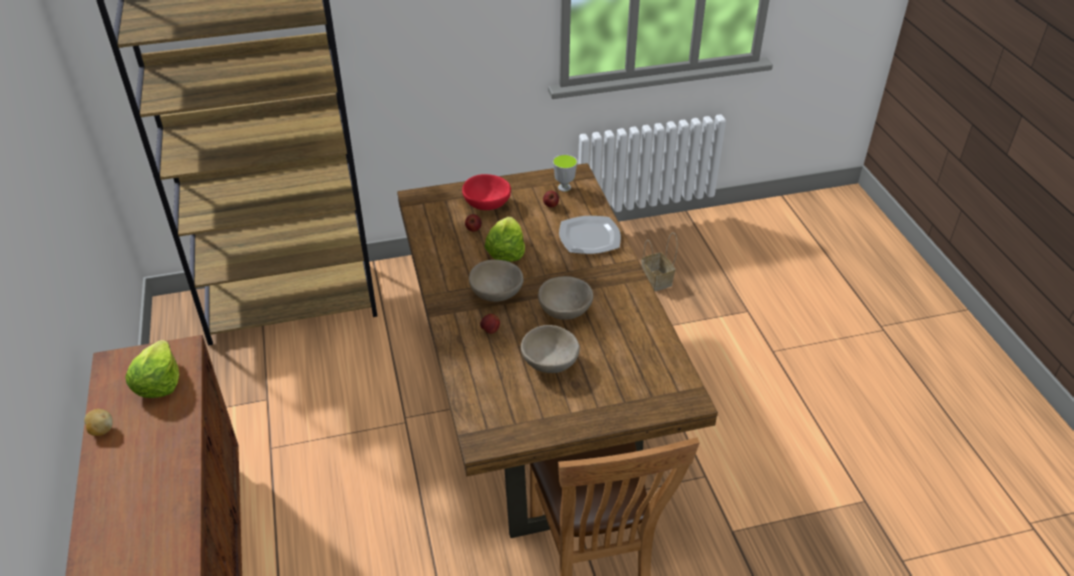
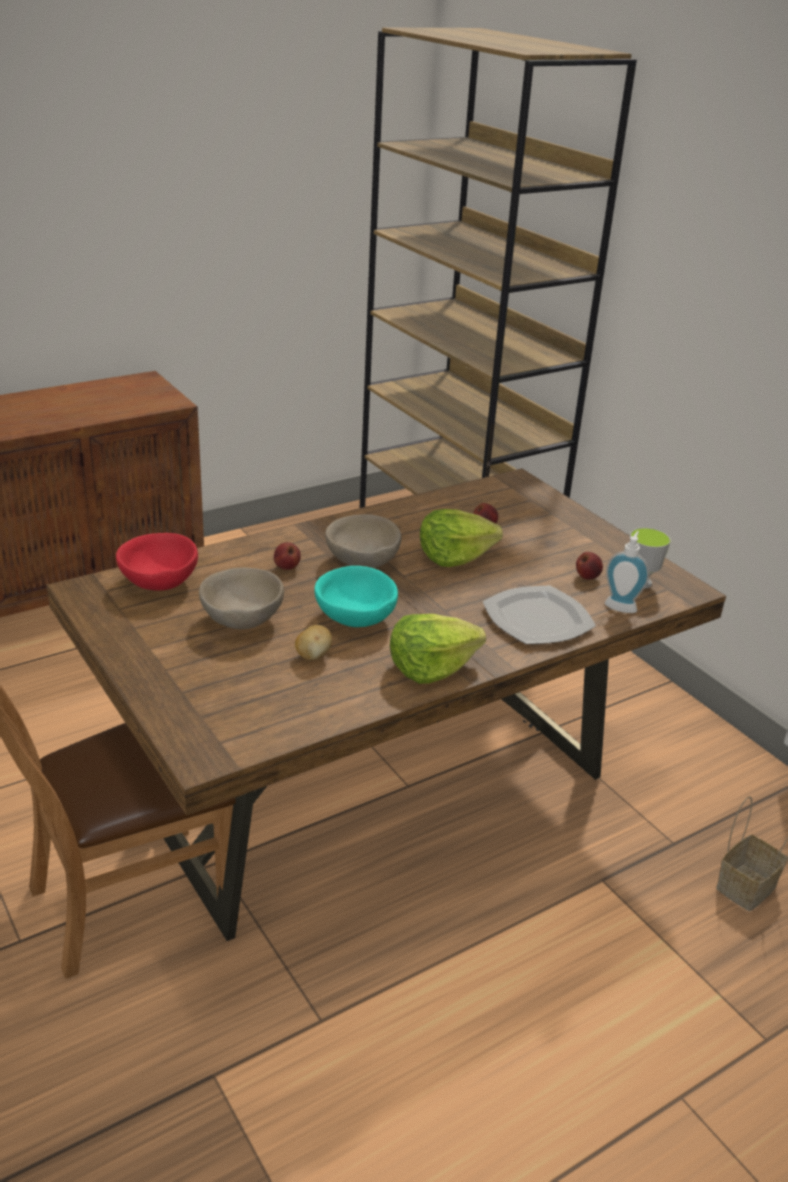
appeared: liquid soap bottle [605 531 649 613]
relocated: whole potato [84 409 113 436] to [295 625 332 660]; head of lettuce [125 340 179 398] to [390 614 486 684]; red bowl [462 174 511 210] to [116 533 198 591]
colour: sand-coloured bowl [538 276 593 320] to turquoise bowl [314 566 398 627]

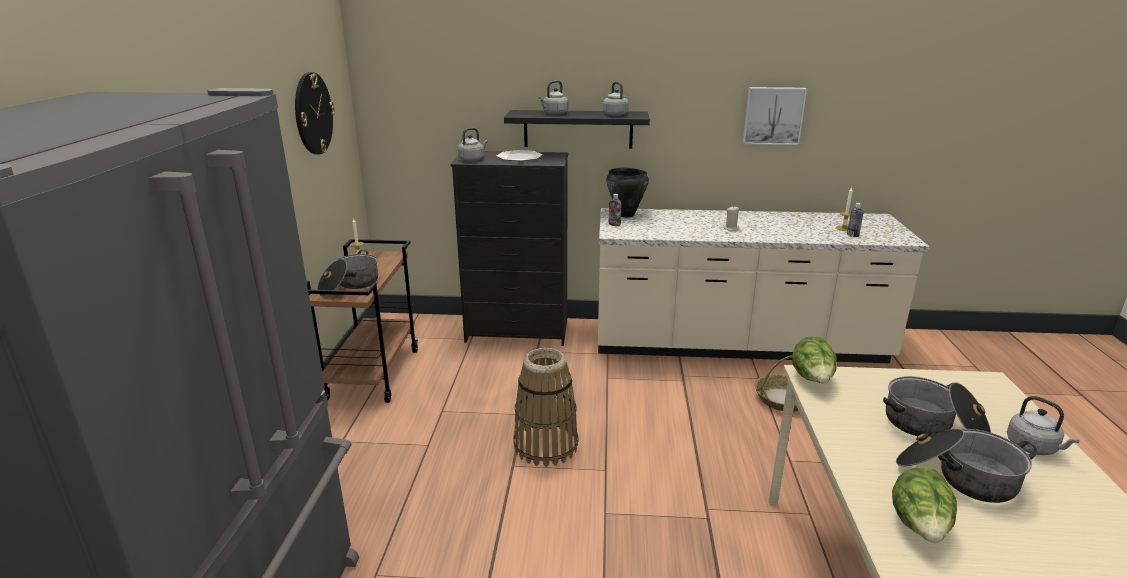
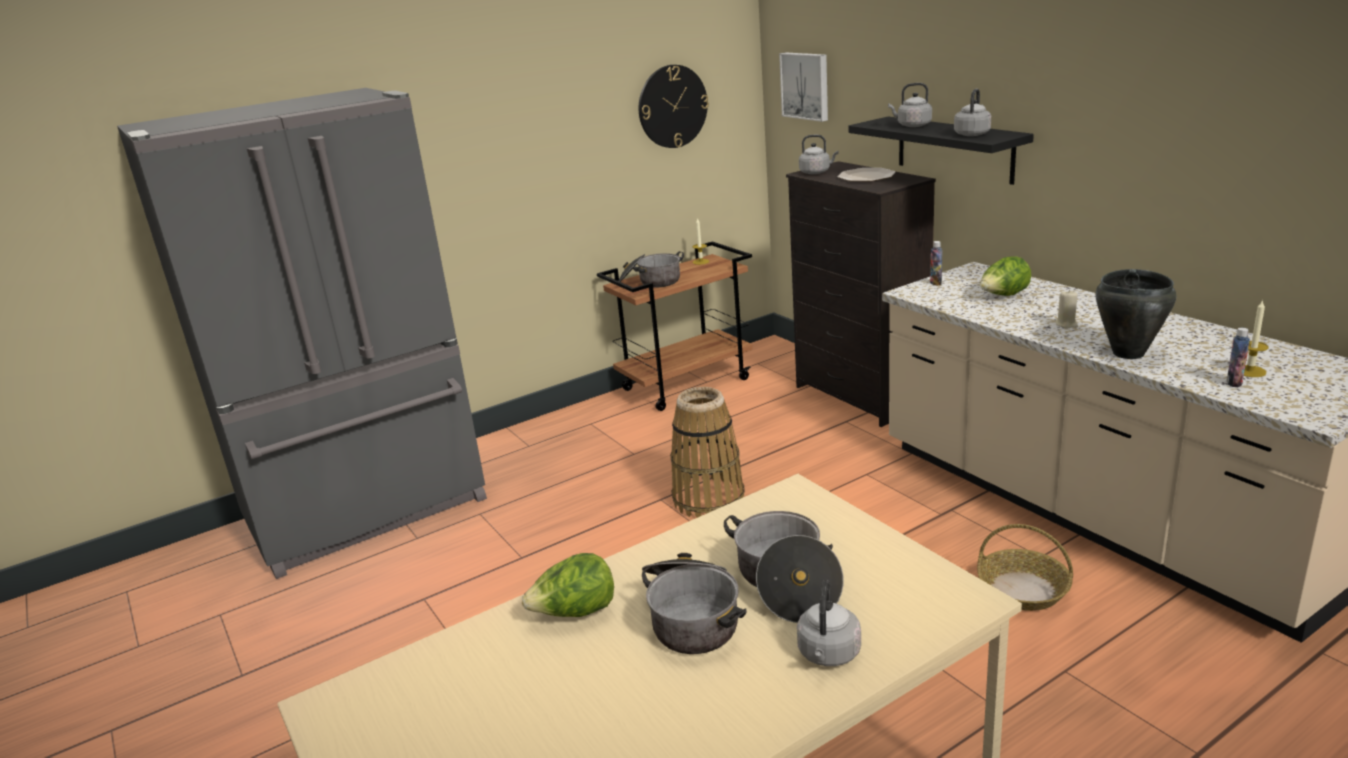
relocated: blackish saucepot [606 168 649 218] to [1095 269 1176 359]; wall picture [743 87 807 145] to [779 52 828 122]; head of lettuce [792 336 837 383] to [980 256 1031 296]

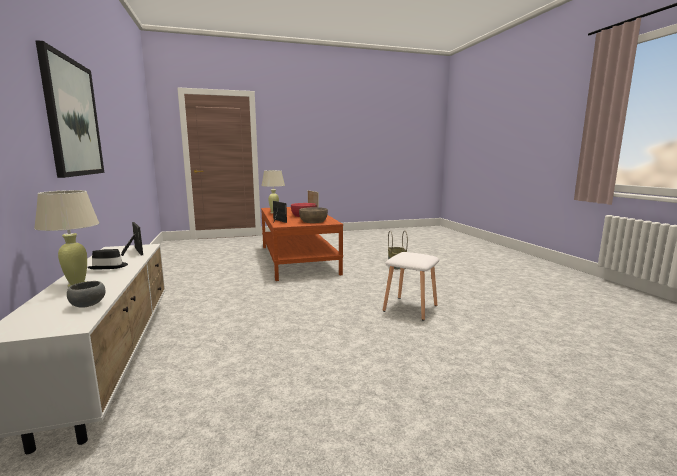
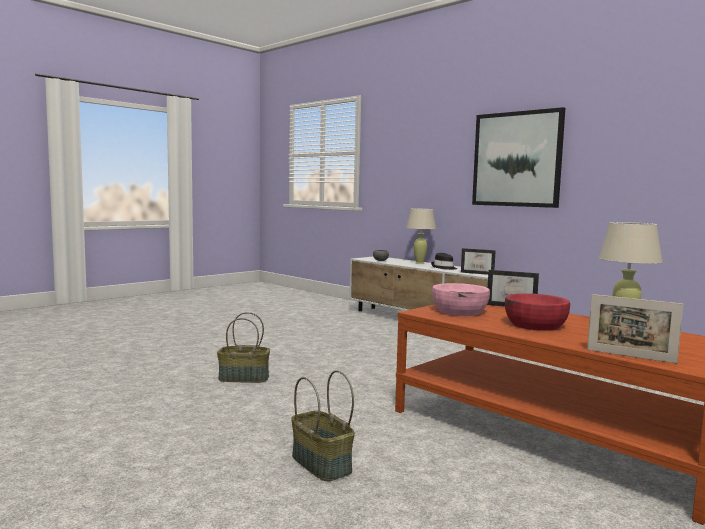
exchanged: white stool [383 252 439 321] to storage basket [217 312 270 383]
colour: brown bowl [299 207 328 223] to pink-coloured bowl [432 283 490 316]

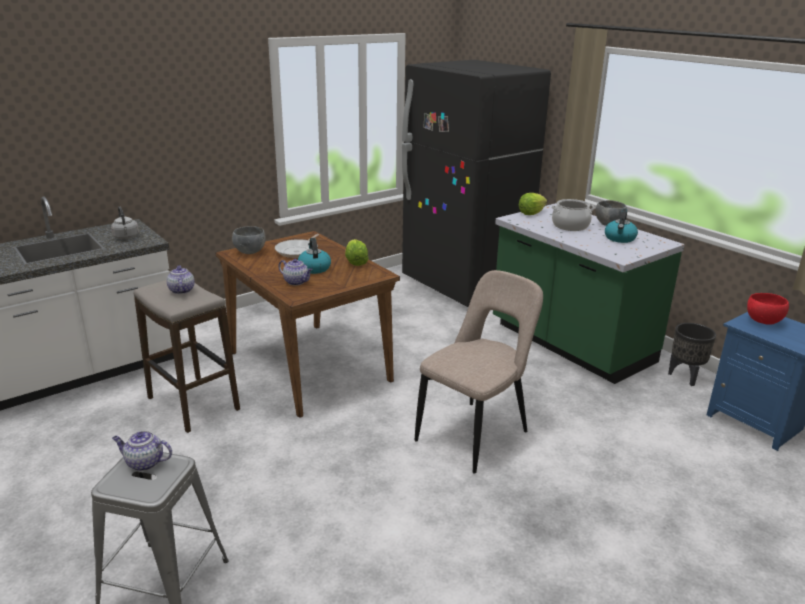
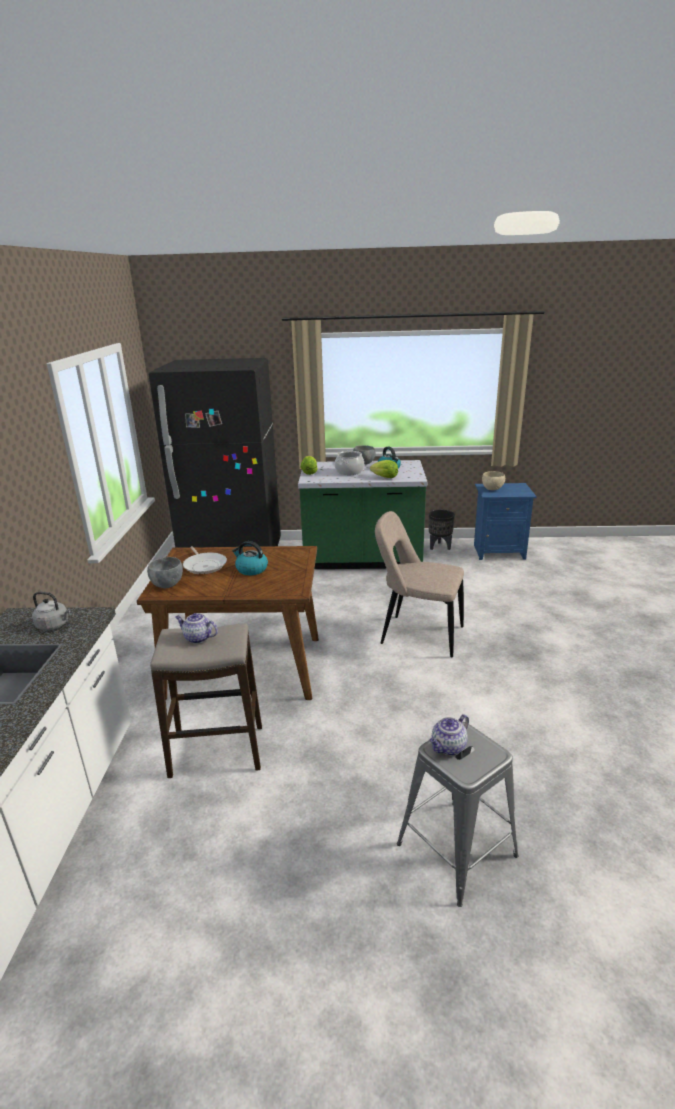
missing: tea pot [278 259 313 286]
relocated: head of lettuce [345 239 369 266] to [370 460 398 478]
colour: red bowl [747 293 789 325] to sand-coloured bowl [482 471 505 490]
spun: sand-coloured upright chair [414 270 543 474] = [375 511 464 657] 60 degrees counterclockwise

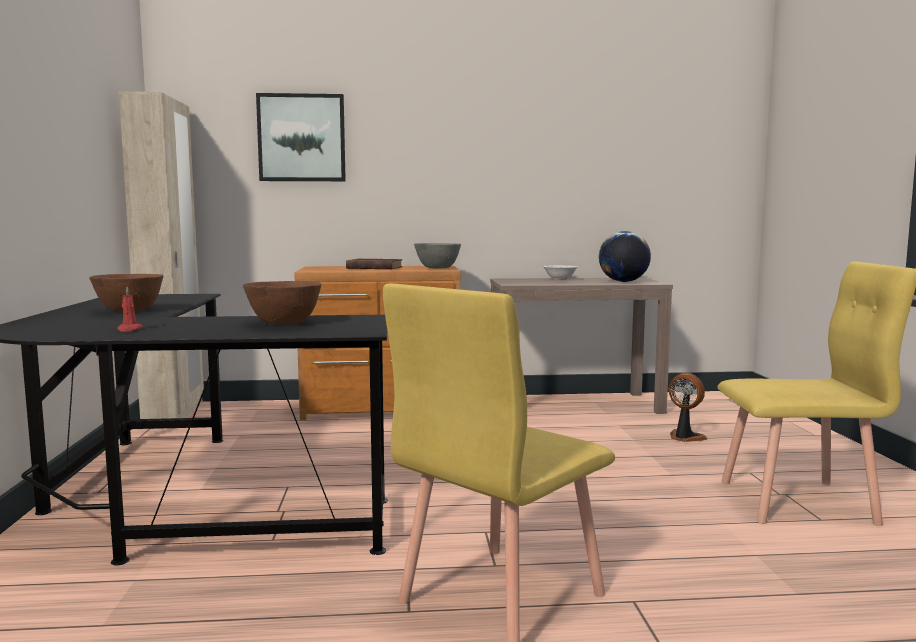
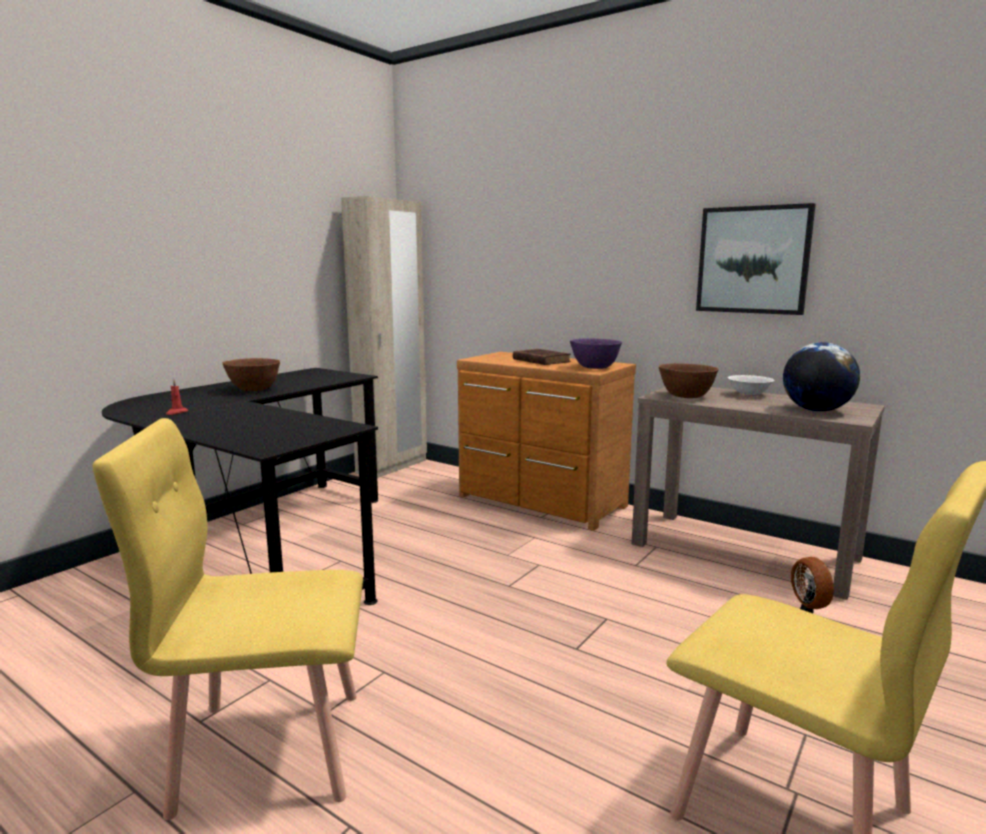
relocated: brown bowl [243 281 322 324] to [659 363 719 398]; wall picture [256 93 346 181] to [696 203 815 315]
colour: gray bowl [414 243 461 269] to purple bowl [570 338 622 369]

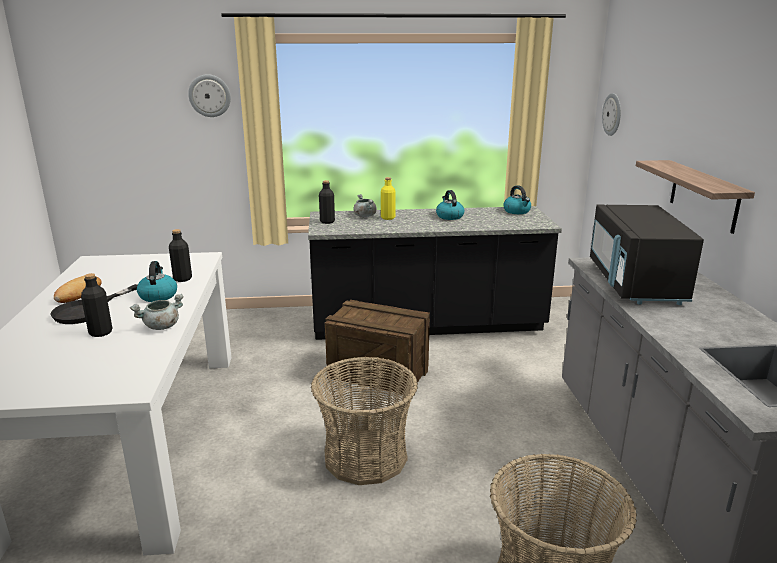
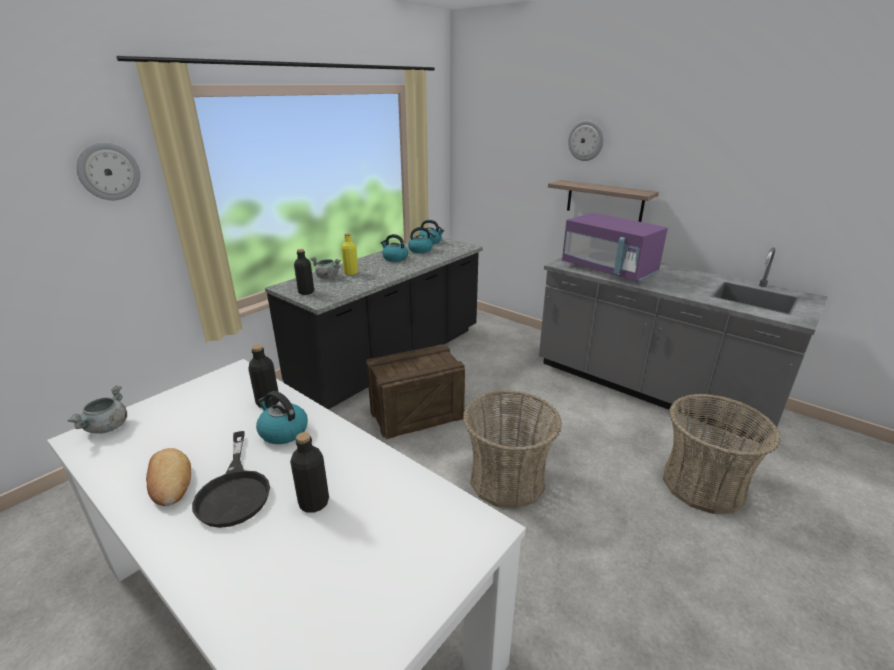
appeared: kettle [408 227 436 253]
relocated: gray saucepot [130 294 184 330] to [67 385 127 434]; hanging clock [602 93 621 136] to [568 120 604 161]
colour: blackish microwave oven [590 204 704 305] to purple microwave oven [562 213 668 282]

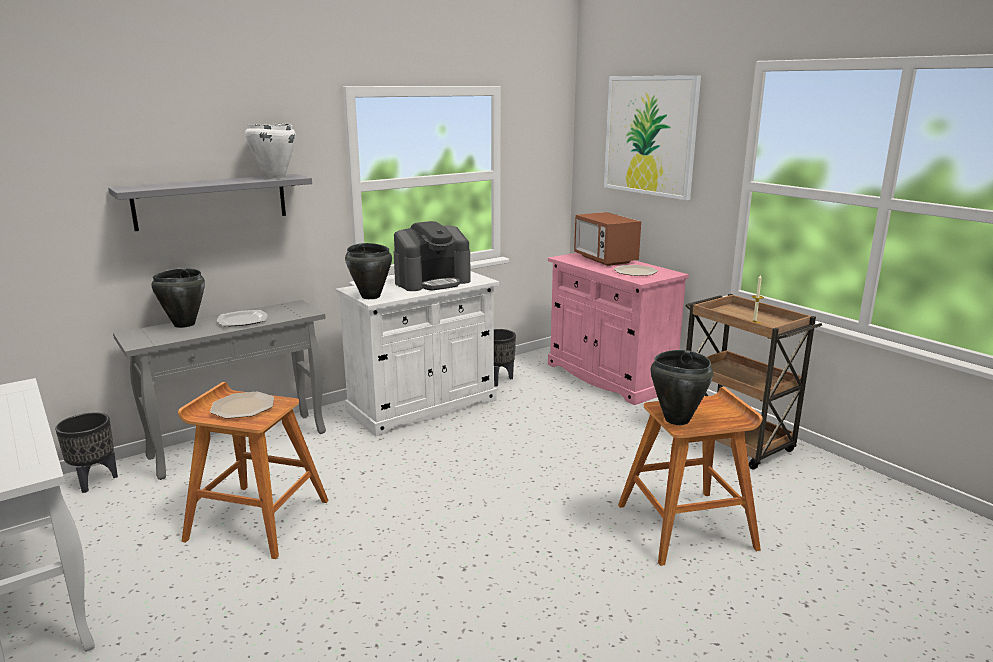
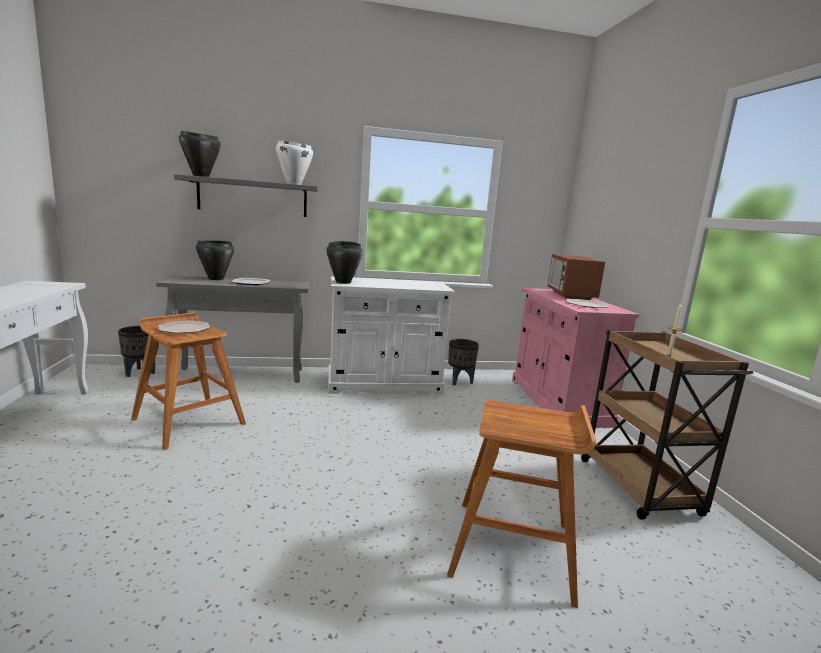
missing: coffee machine [394 221 471 291]; wall picture [604 75 701 200]
relocated: blackish saucepot [651 350 713 425] to [179 131 221 177]

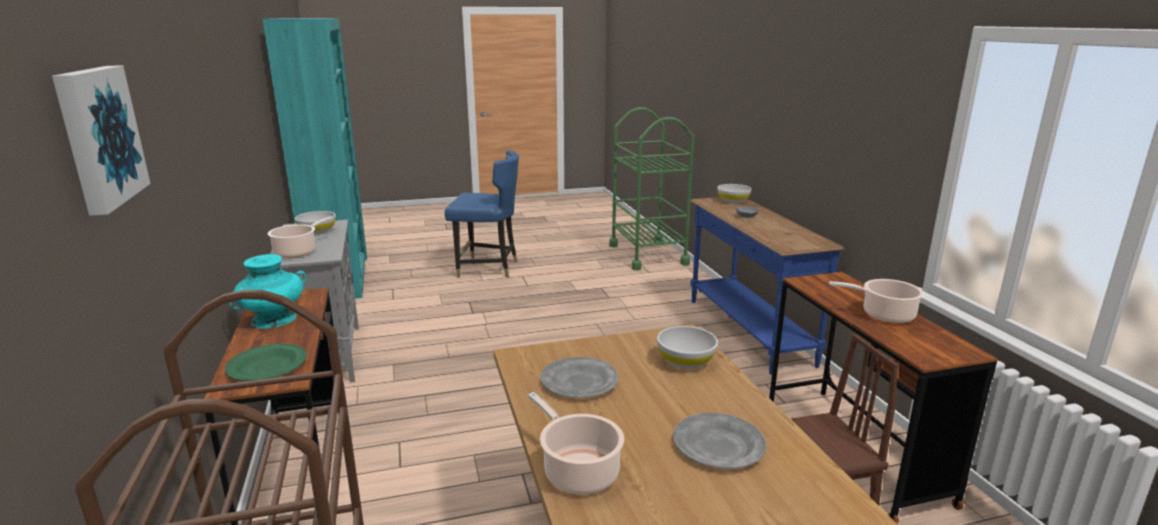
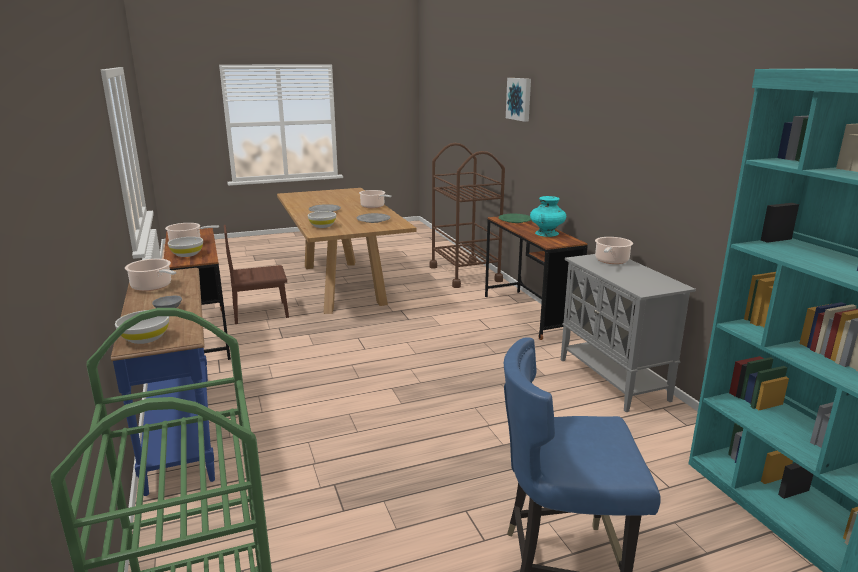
appeared: saucepot [125 259 176 291]
relocated: white bowl [295 211 336 234] to [168 237 203 257]

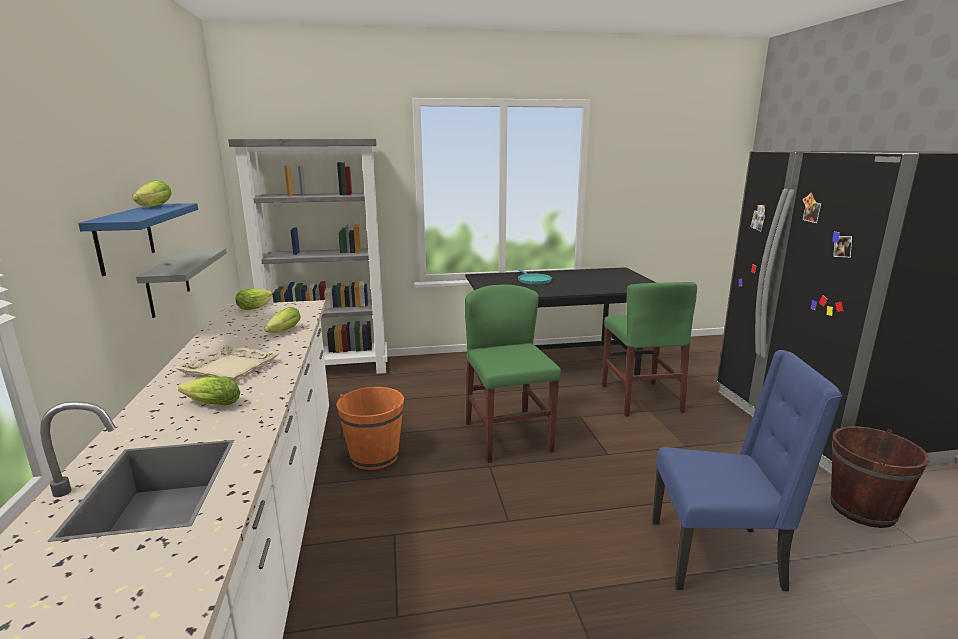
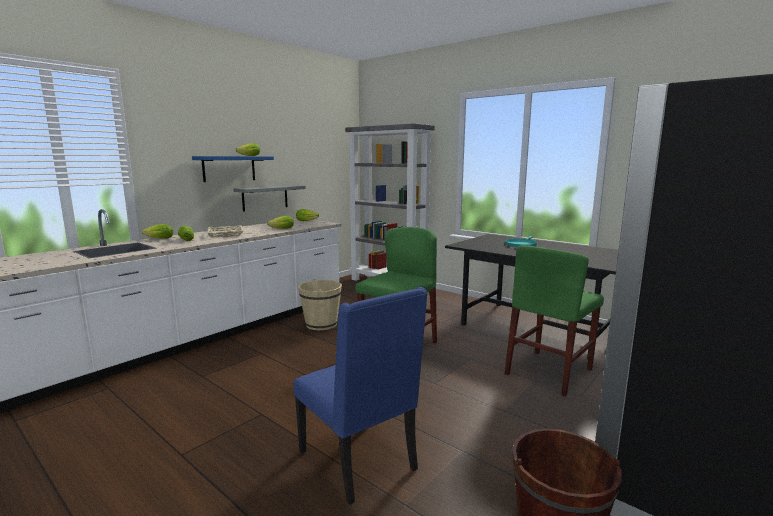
appeared: head of lettuce [142 224 174 239]
colour: orangey bucket [336 387 404 470] to sand-coloured bucket [298 278 342 330]

